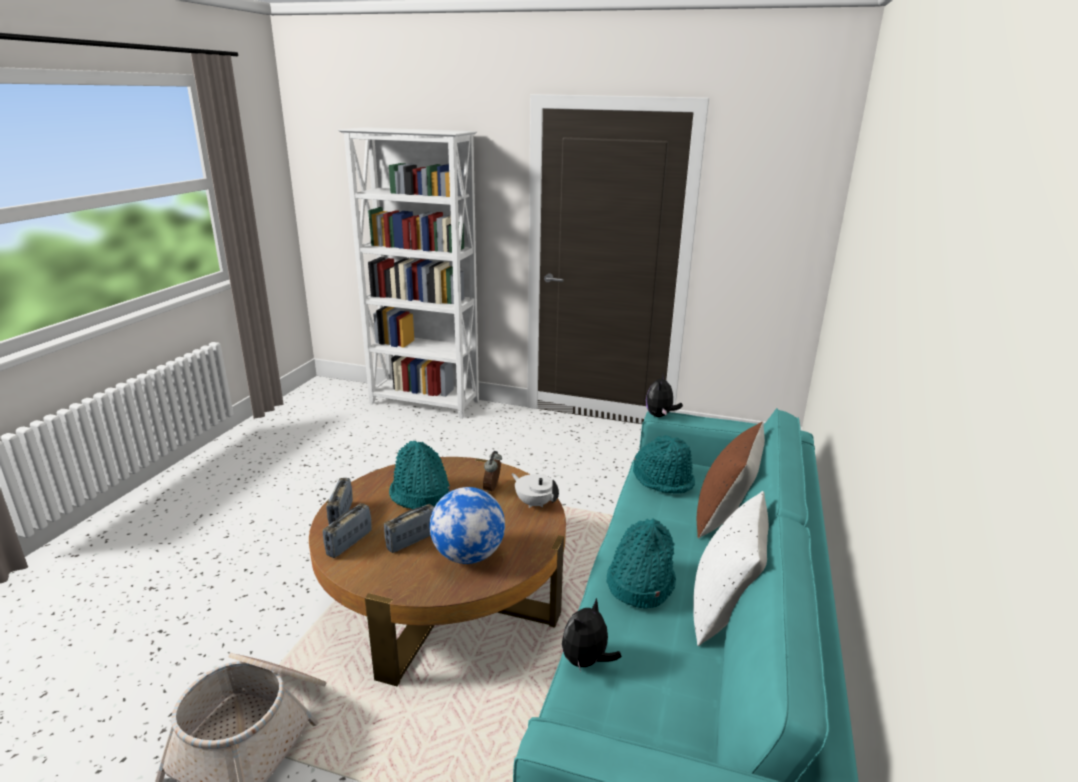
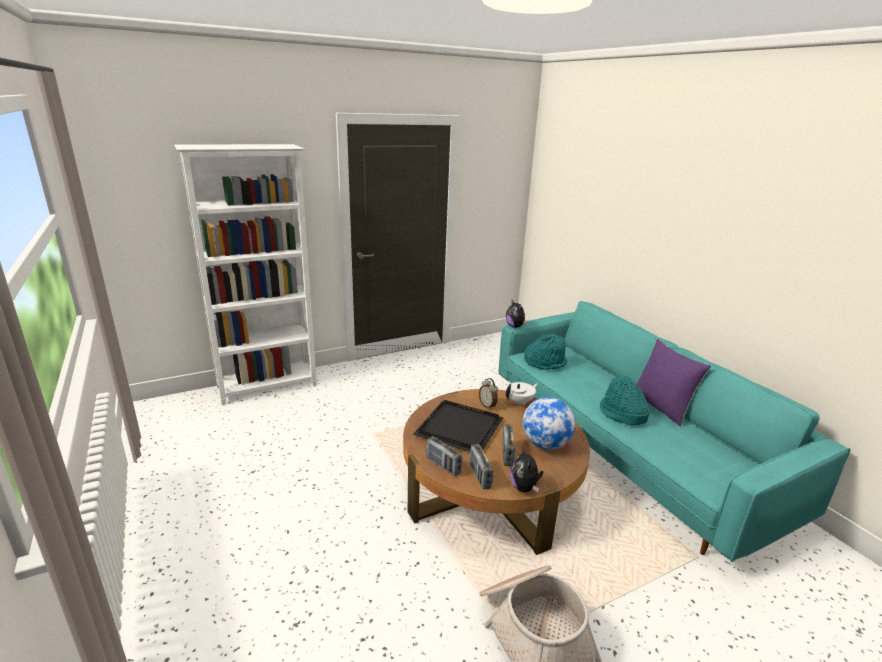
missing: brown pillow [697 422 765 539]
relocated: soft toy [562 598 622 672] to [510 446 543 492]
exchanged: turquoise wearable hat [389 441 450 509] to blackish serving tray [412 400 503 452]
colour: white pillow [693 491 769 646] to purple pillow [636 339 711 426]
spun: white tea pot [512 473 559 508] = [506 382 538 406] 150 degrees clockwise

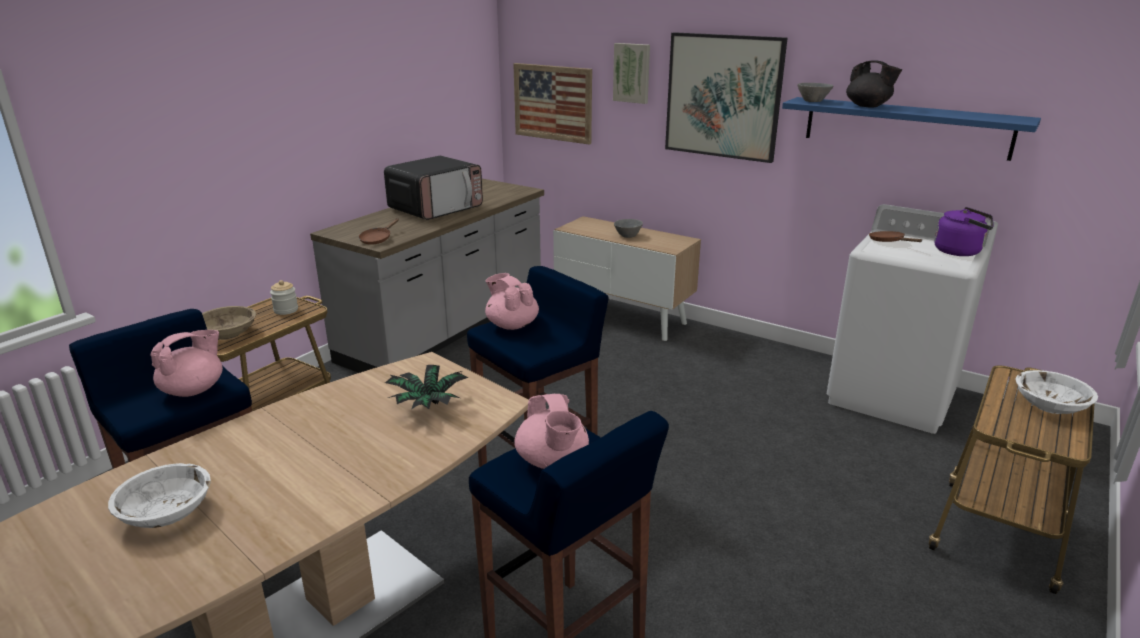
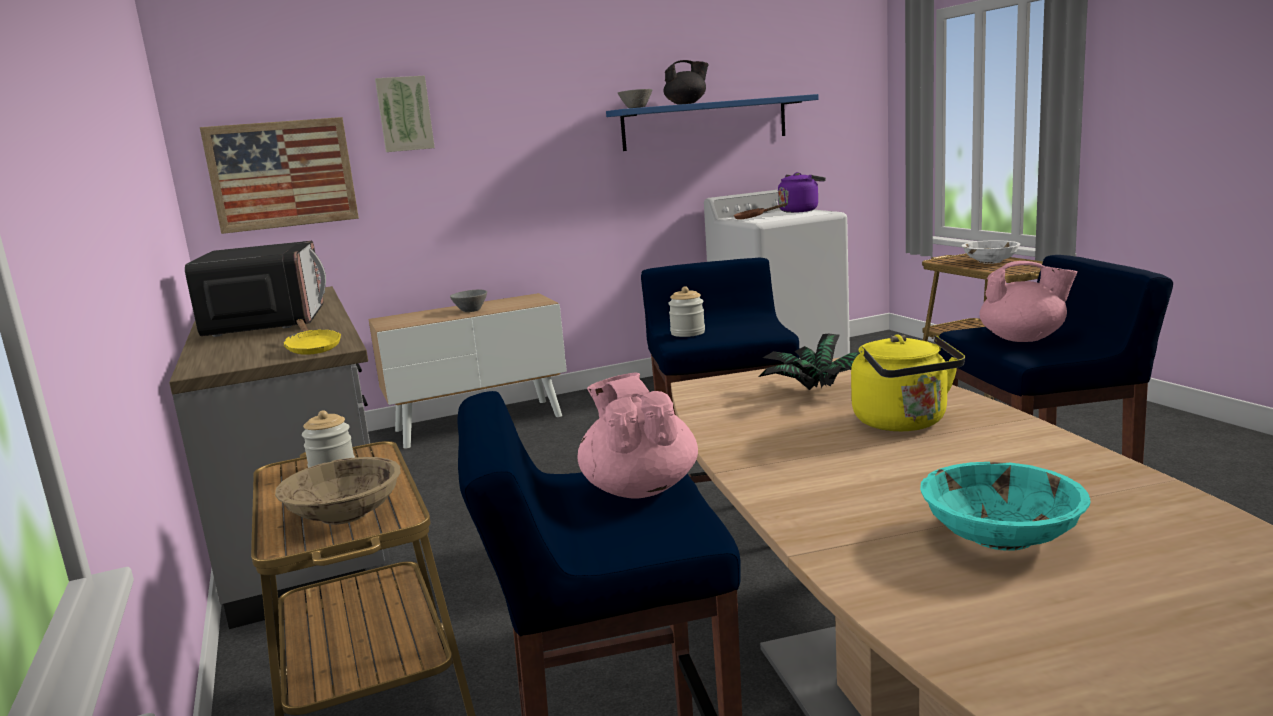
missing: wall picture [665 32 787 163]
appeared: yellowish kettle [851 334 965 431]
exchanged: pink-coloured tea pot [485 273 539 330] to preserve jar [668 286 705 337]
colour: white bowl [108 463 211 528] to turquoise bowl [920 462 1090 551]; brown pan [359 218 399 245] to yellowish pan [283 319 341 355]

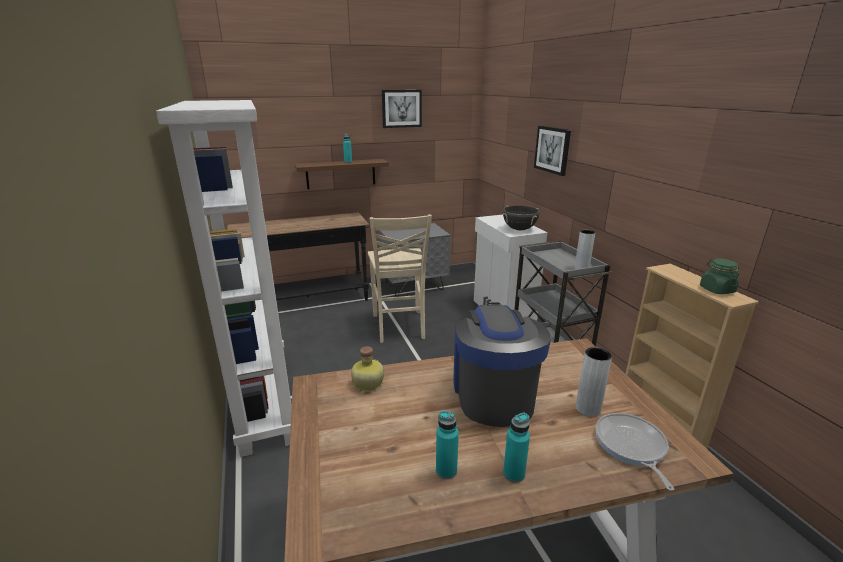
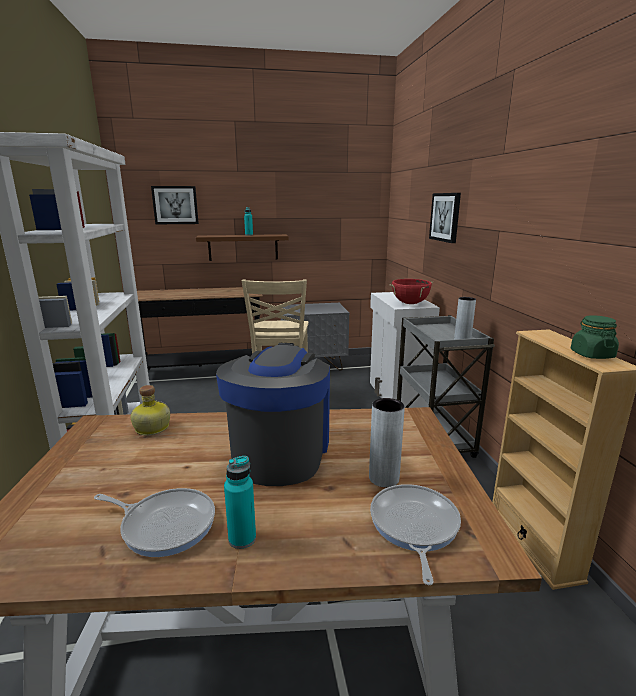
relocated: wall picture [382 90 422 128] to [151 186 199 224]
exchanged: turquoise beverage bottle [436 411 459 479] to pan [94 488 215 557]
colour: blackish saucepot [503 205 540 230] to red saucepot [390 279 433 304]

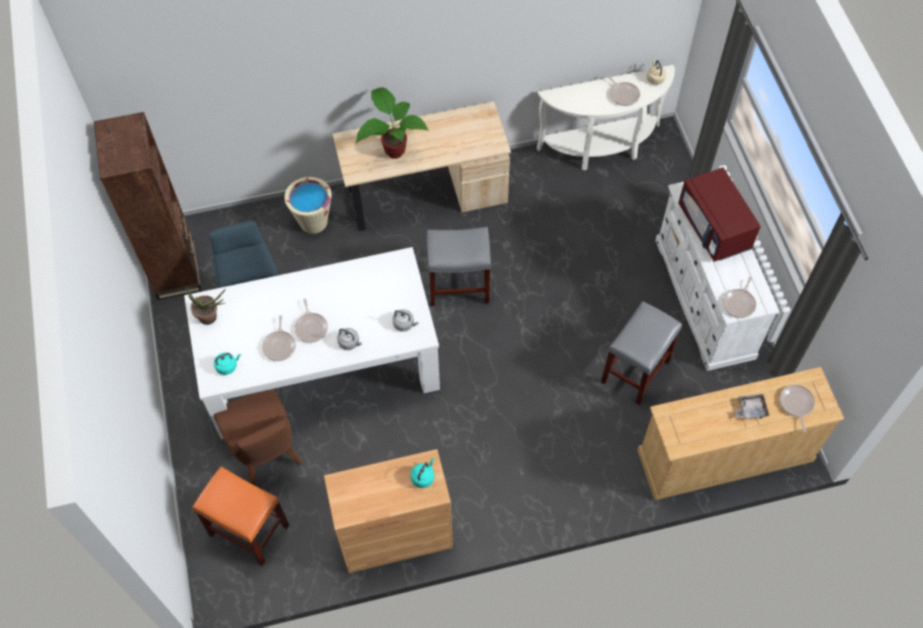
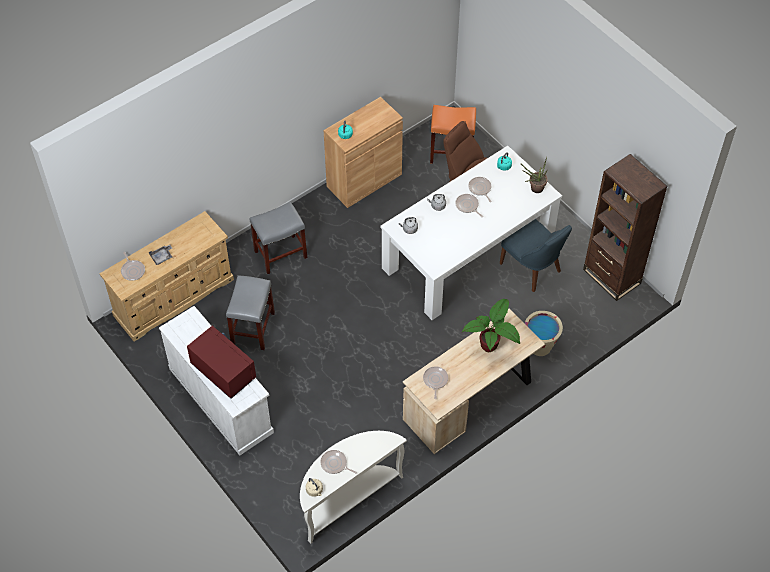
relocated: gray stool [427 227 491 306] to [249 201 307 274]; pan [723 276 756 318] to [423 366 448 399]

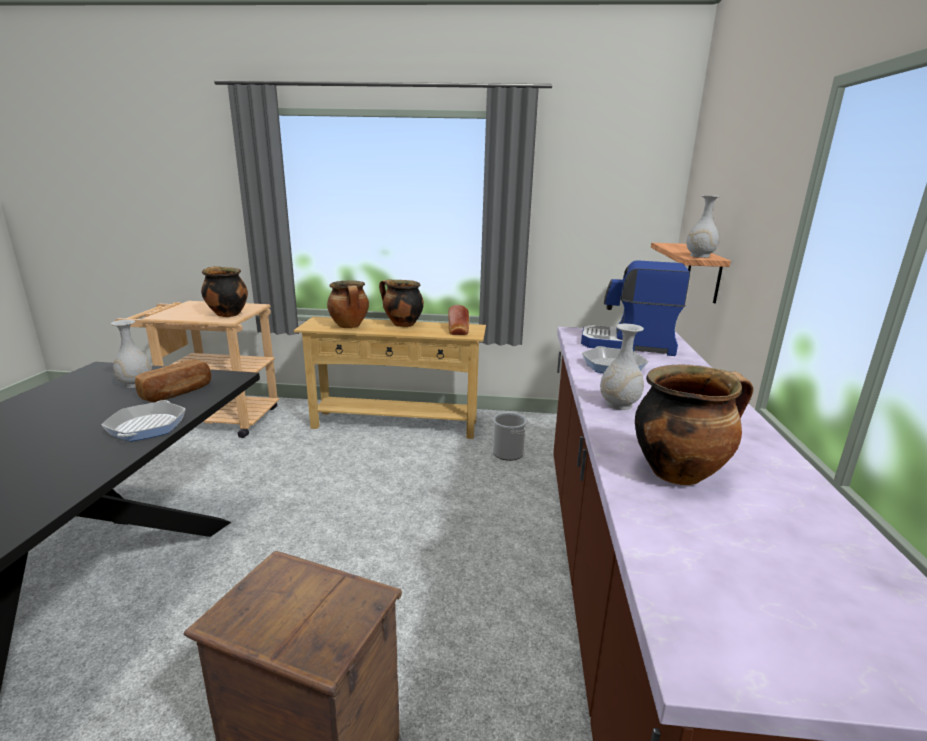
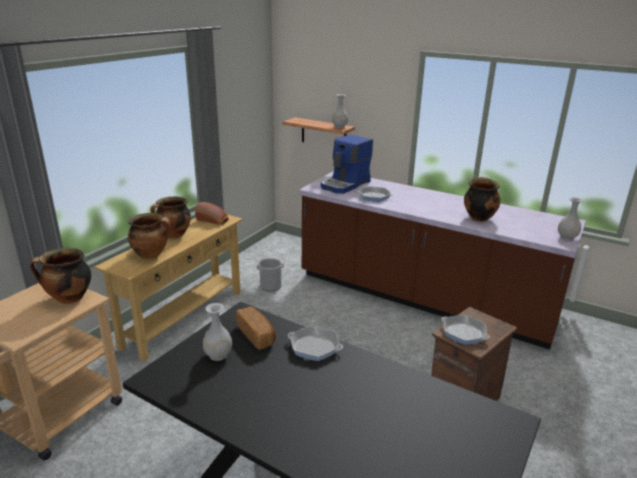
appeared: pan [442 315 490 345]
relocated: white vase [600 324 644 410] to [558 197 584 241]

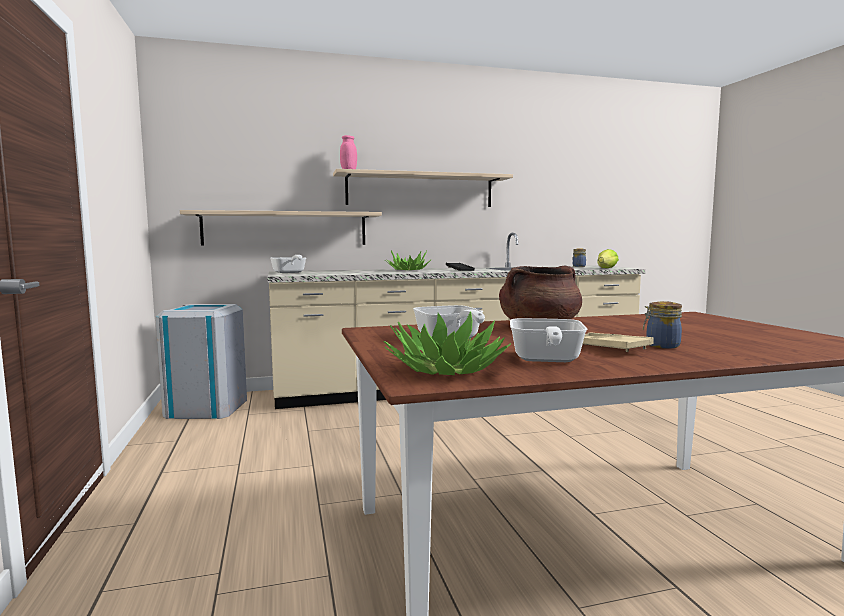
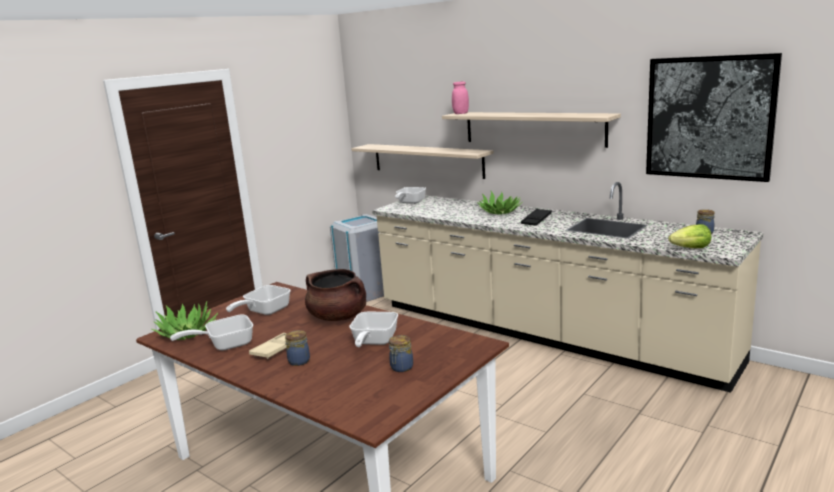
appeared: pan [349 312 398 347]; preserve jar [389 335 413 372]; wall picture [646 53 782 182]

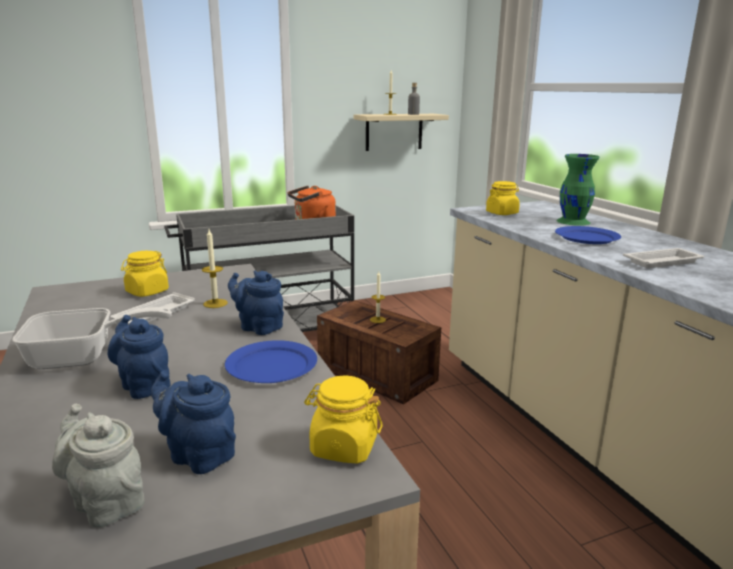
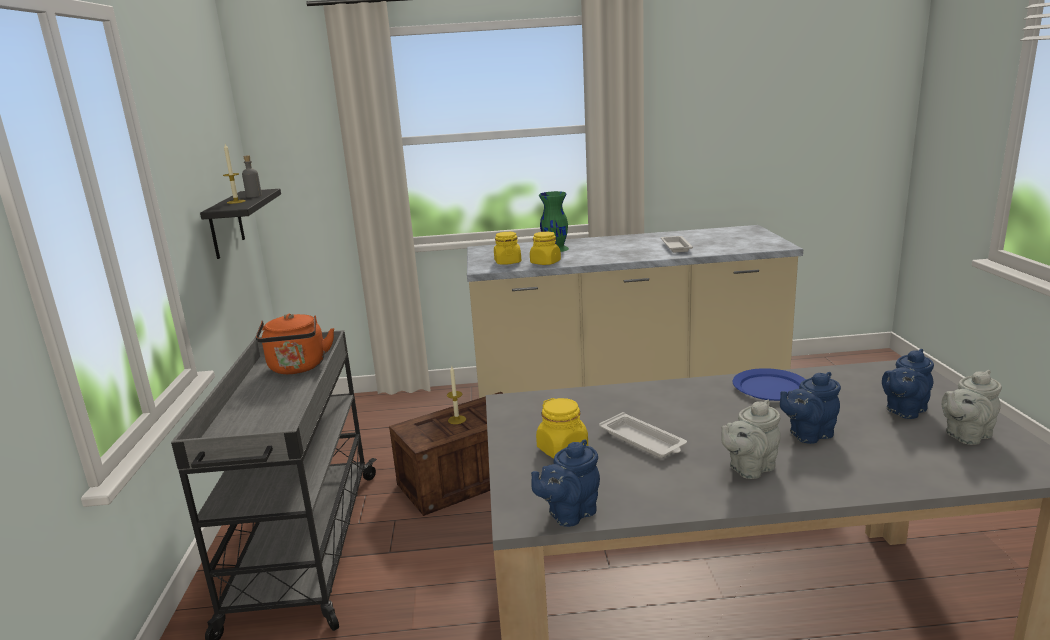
missing: candle [202 229 228 308]; blue-coloured plate [555 226 621 244]
relocated: blue-coloured tea pot [228 271 284 335] to [531 439 600 527]; yellowish preserve jar [304 376 383 464] to [530 232 561 265]
exchanged: pan [12 307 172 369] to gray tea pot [721 400 781 479]
colour: sand-coloured wall shelf [354 114 449 151] to blackish wall shelf [200 189 281 259]

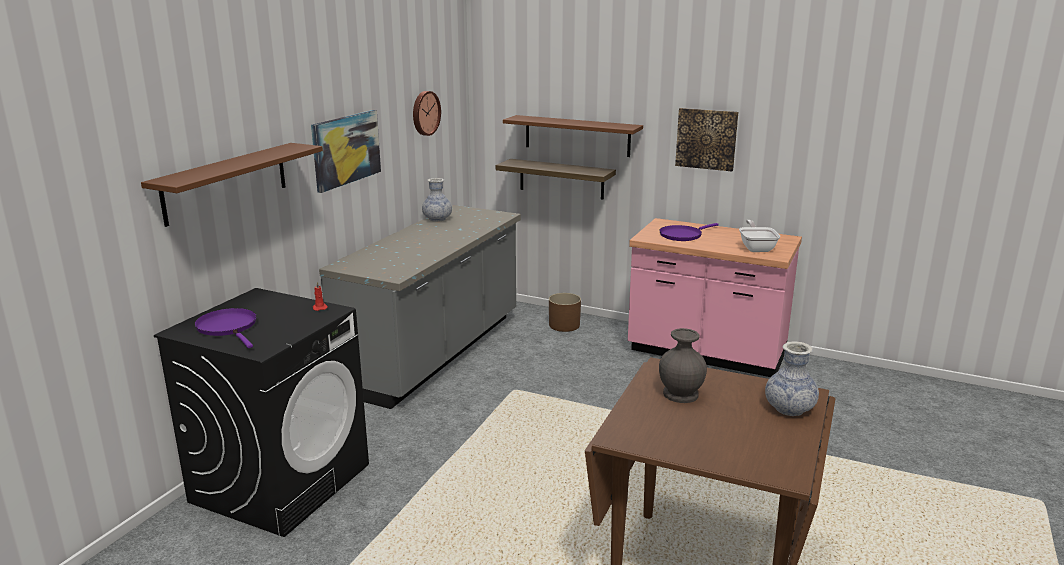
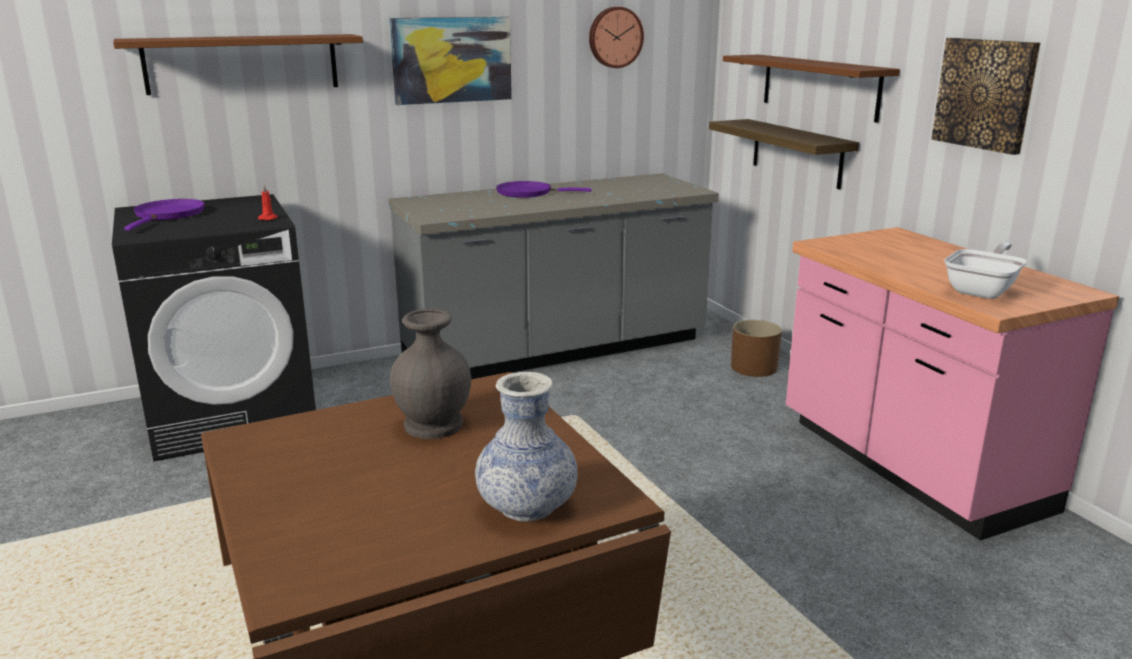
missing: vase [422 178 452 222]
relocated: purple pan [659 223 719 241] to [496 181 592 198]

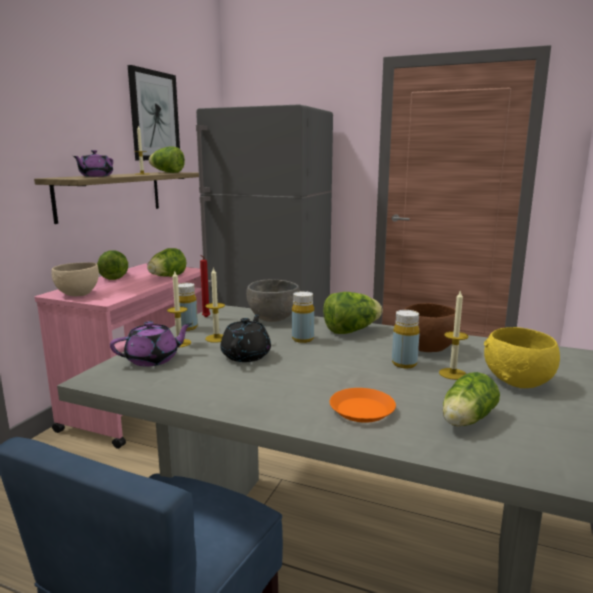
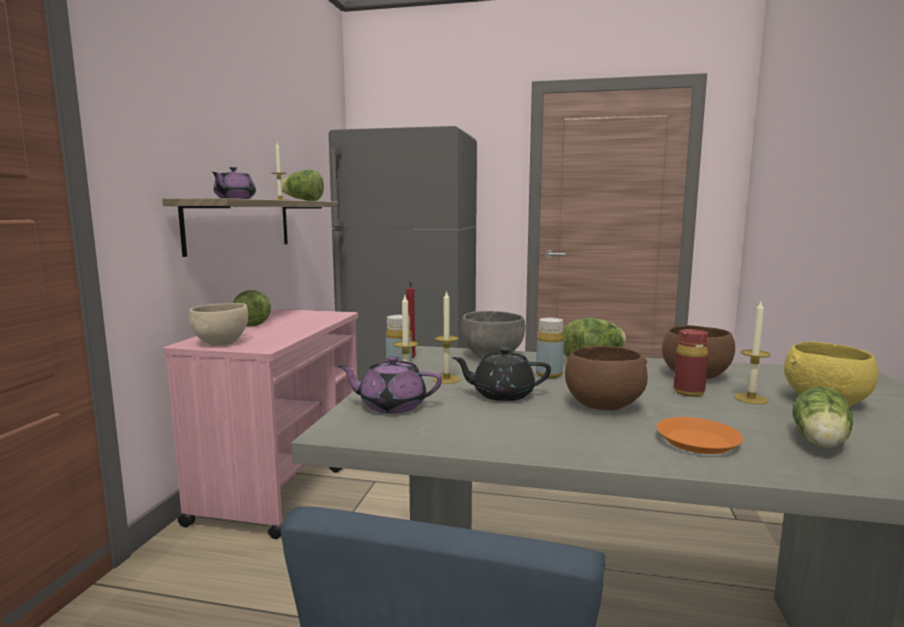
missing: wall picture [128 65 180 160]; head of lettuce [147 248 186 277]
appeared: brown bowl [565 346 648 411]
colour: yellowish beverage bottle [392 310 420 368] to red beverage bottle [674 329 708 397]
spun: purple tea pot [110 321 192 367] = [338 356 442 413] 135 degrees counterclockwise; blackish tea pot [220 314 271 362] = [452 347 551 401] 90 degrees counterclockwise

